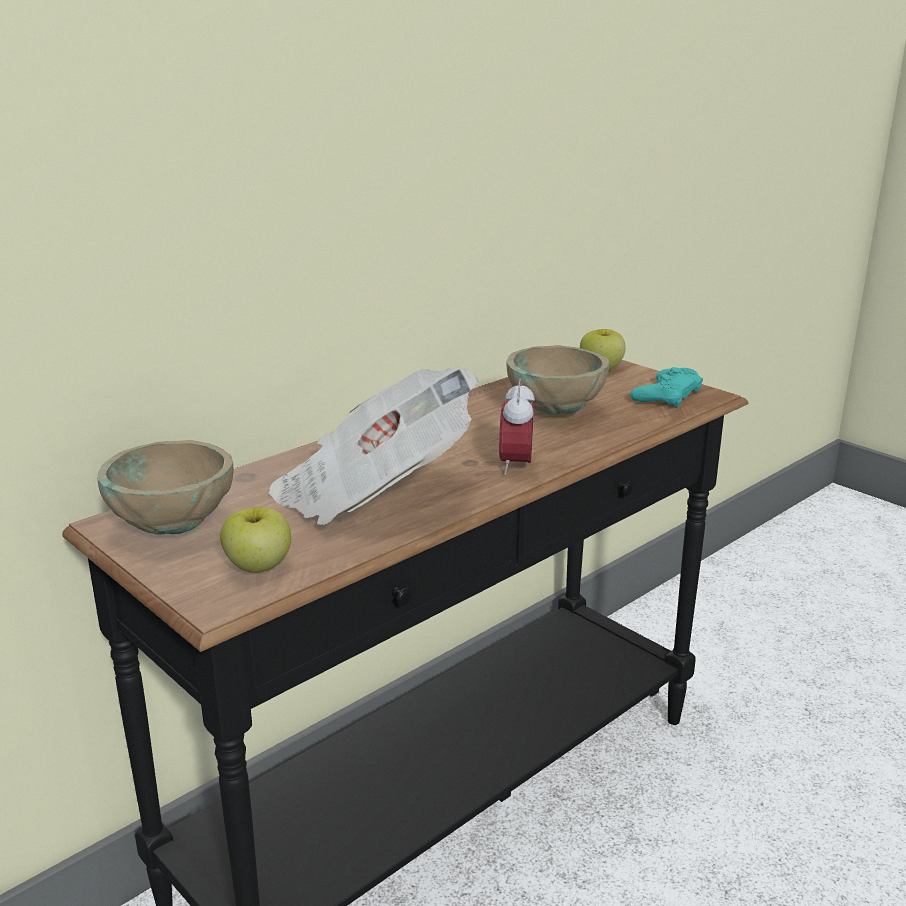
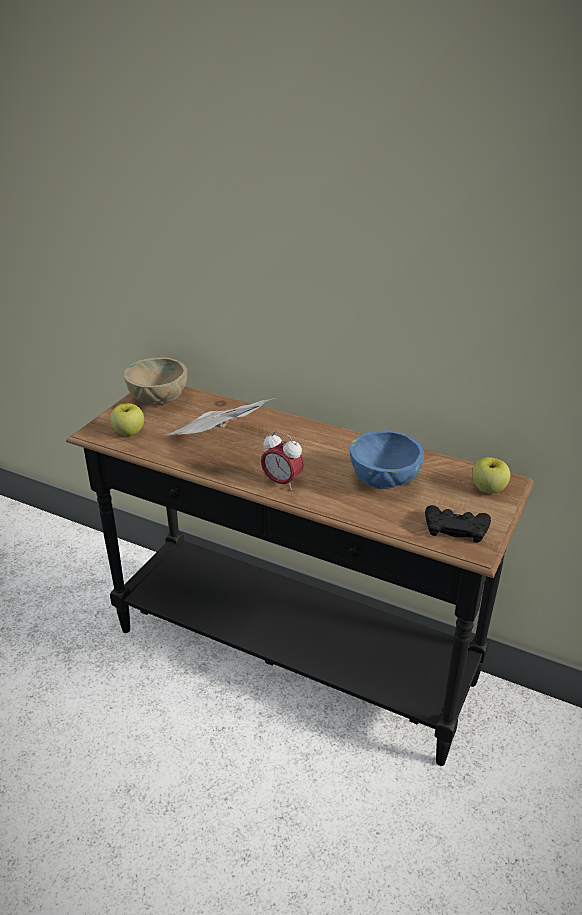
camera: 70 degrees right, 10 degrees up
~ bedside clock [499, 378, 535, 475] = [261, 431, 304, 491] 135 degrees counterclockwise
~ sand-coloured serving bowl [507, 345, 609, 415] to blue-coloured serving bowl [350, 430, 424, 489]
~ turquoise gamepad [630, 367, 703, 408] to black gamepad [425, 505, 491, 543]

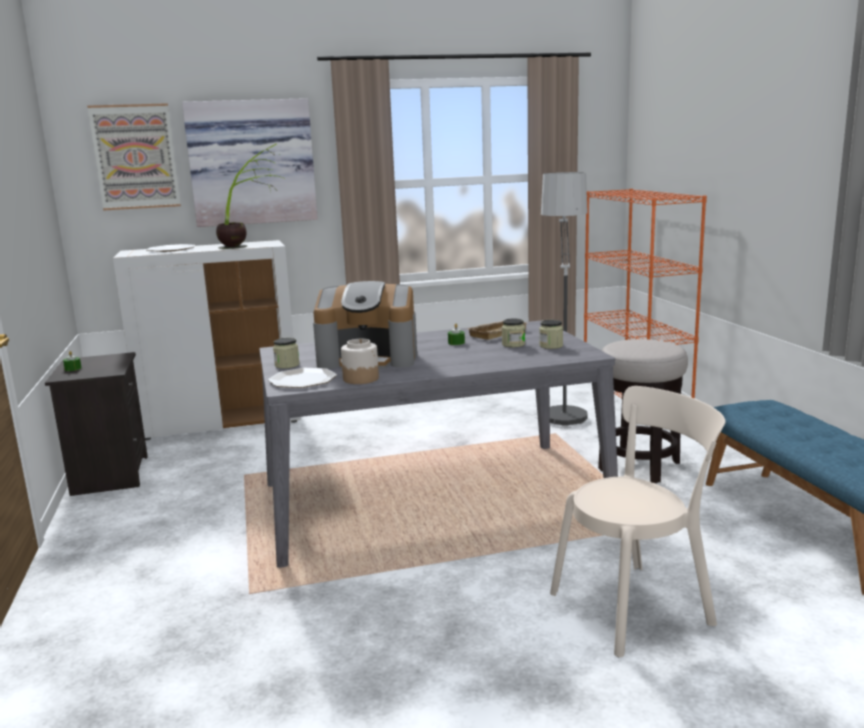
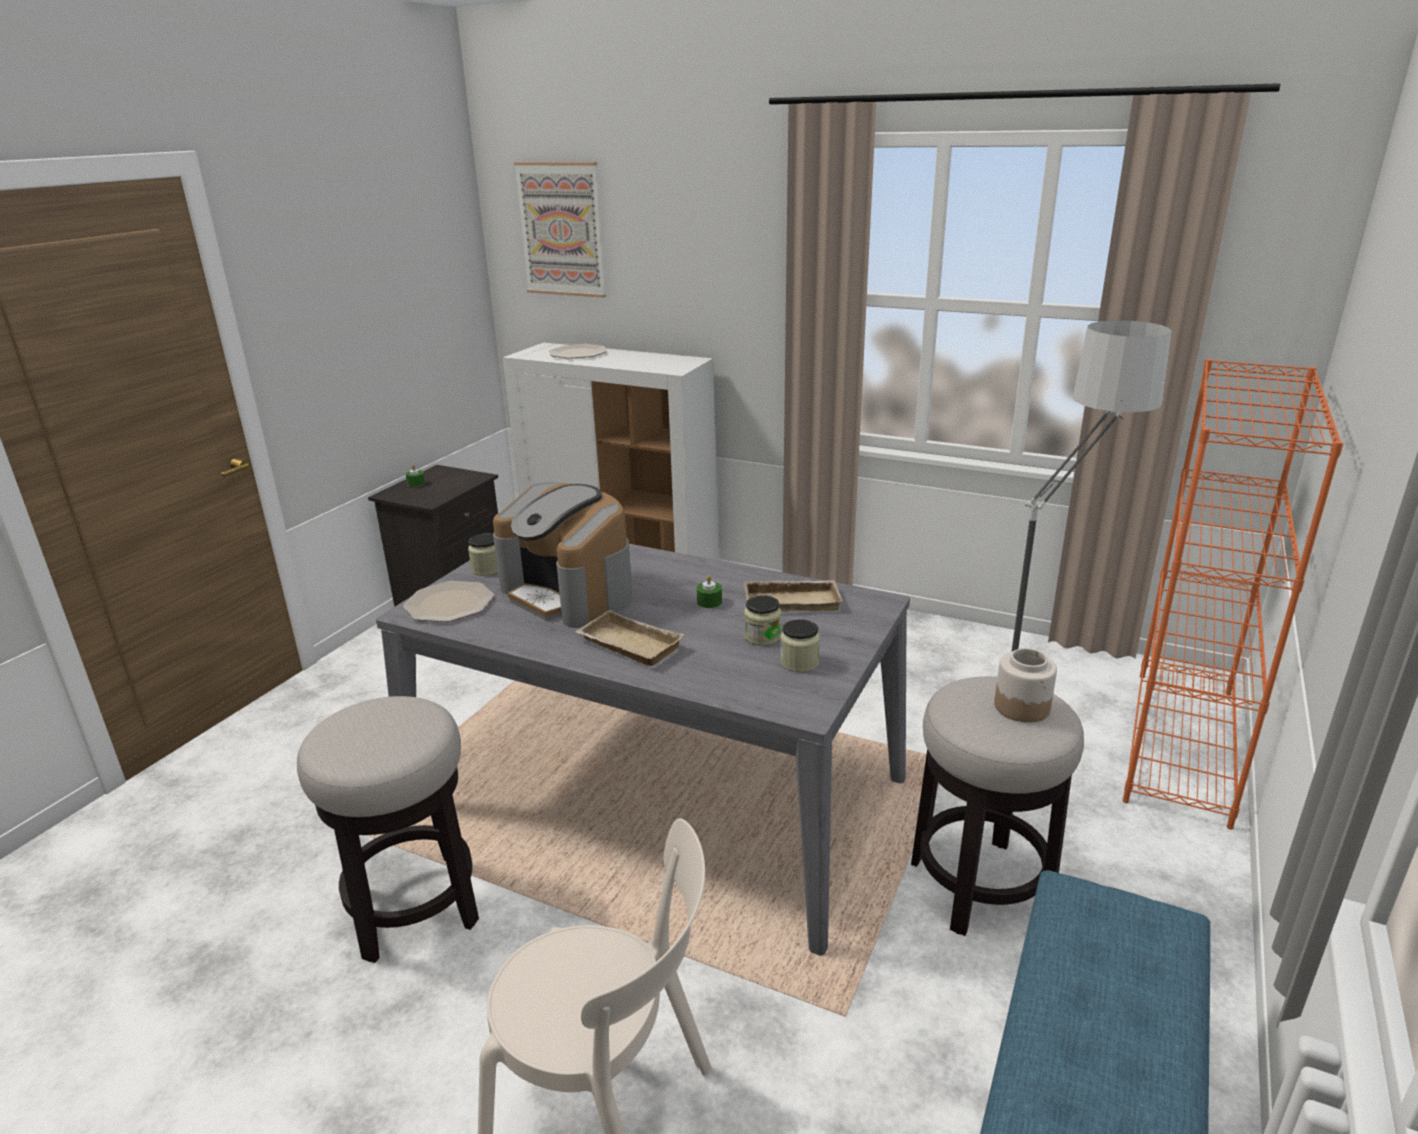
camera: 40 degrees right, 10 degrees up
- wall picture [182, 98, 318, 227]
- plant in a pot [216, 144, 286, 249]
~ jar [341, 339, 379, 384] to [994, 648, 1057, 723]
+ sitting stool [297, 696, 479, 963]
+ sand-coloured carrying tray [575, 610, 685, 666]

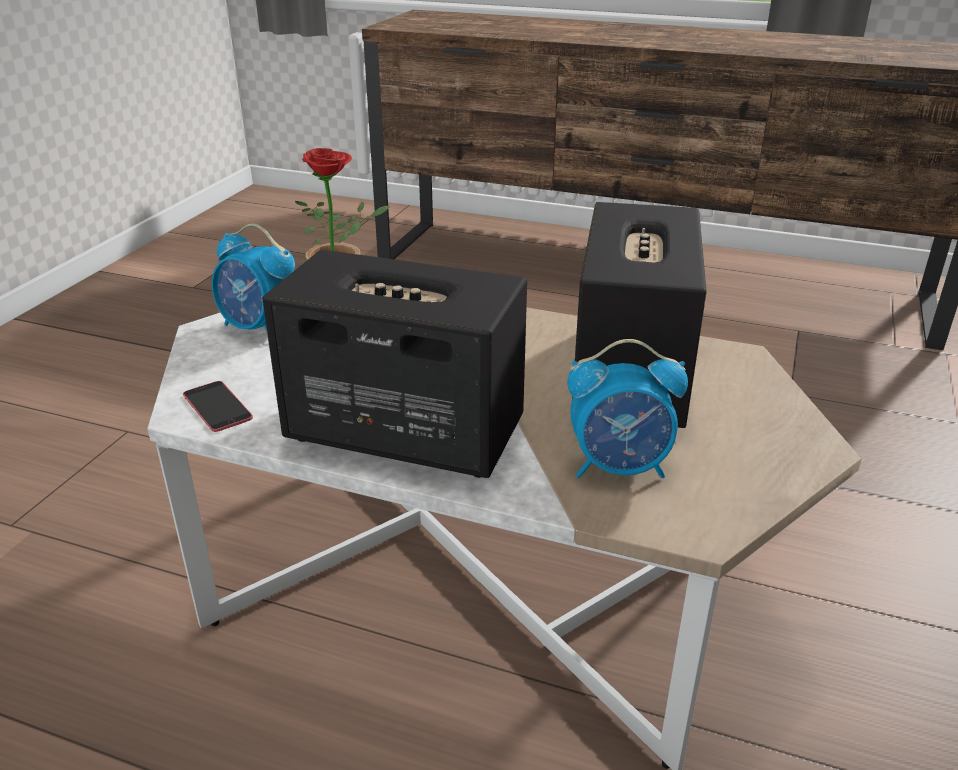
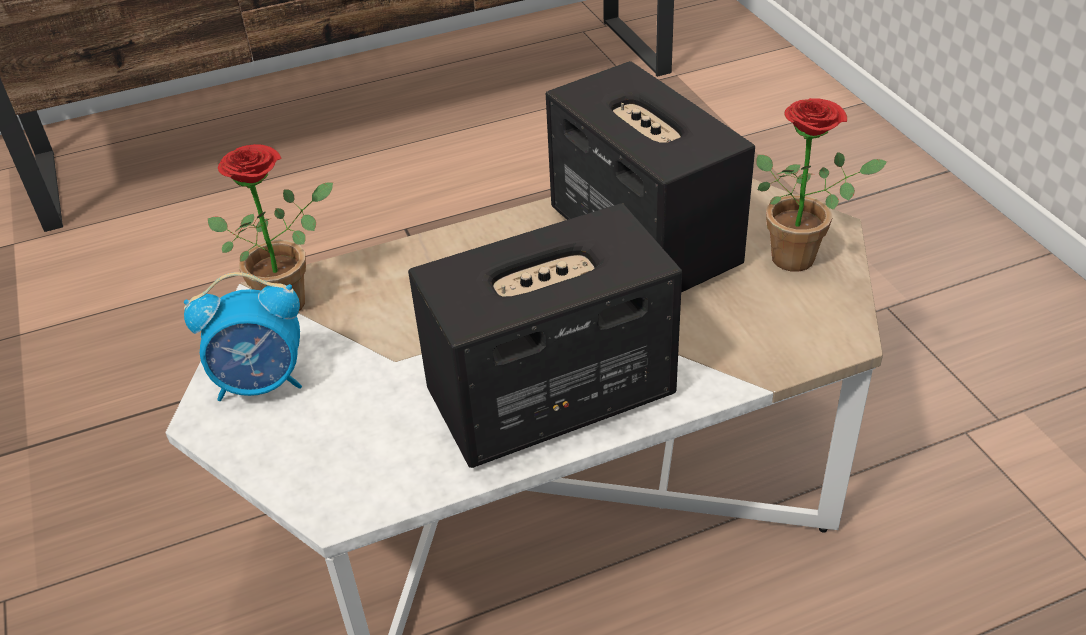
camera: 40 degrees left, 10 degrees up
- telephone [183, 381, 253, 432]
- bedside clock [567, 339, 688, 478]
+ plant in a pot [756, 98, 887, 272]

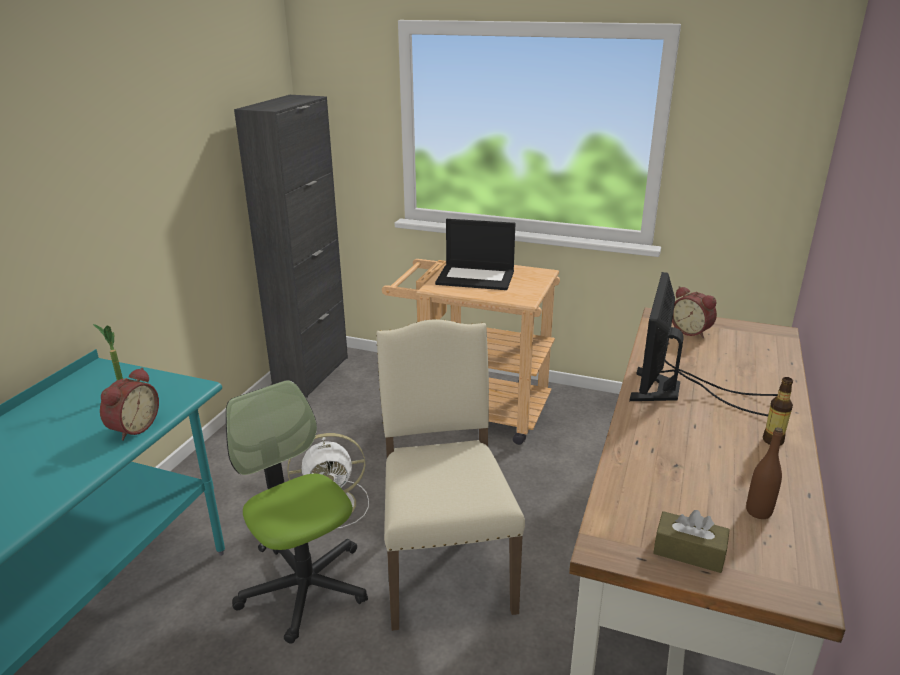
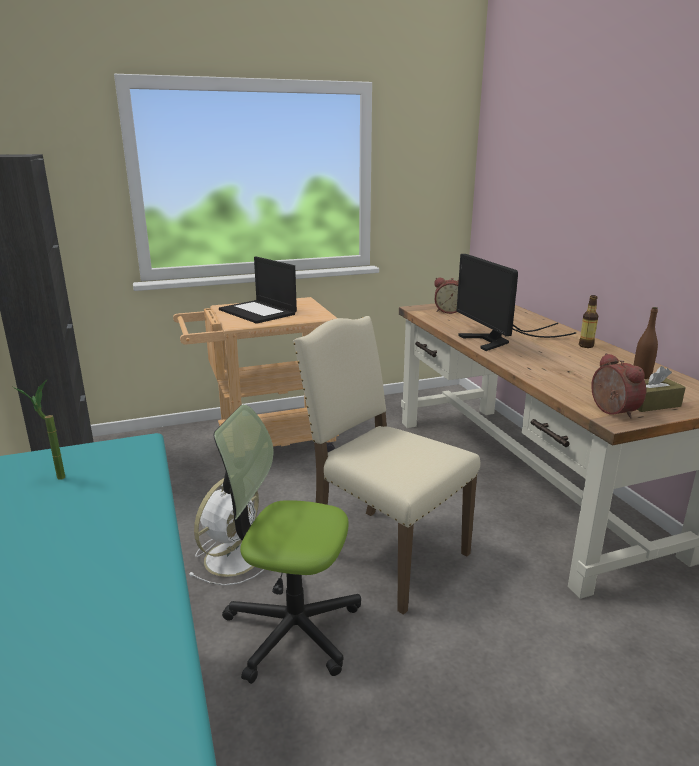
camera: 40 degrees left, 5 degrees down
~ bedside clock [100, 367, 159, 441] to [591, 353, 646, 419]
~ portable computer [435, 219, 515, 290] = [219, 256, 297, 324] 75 degrees clockwise

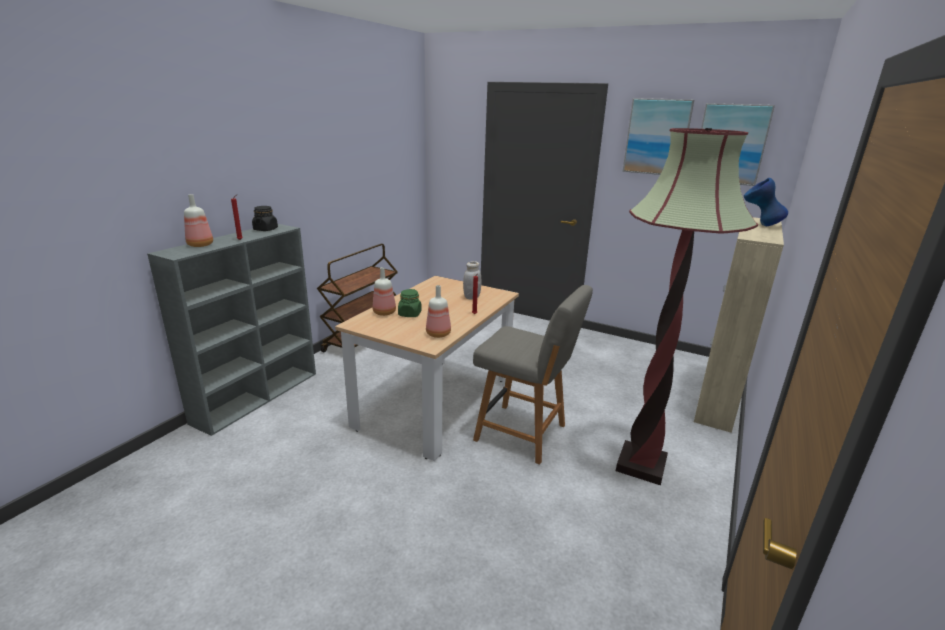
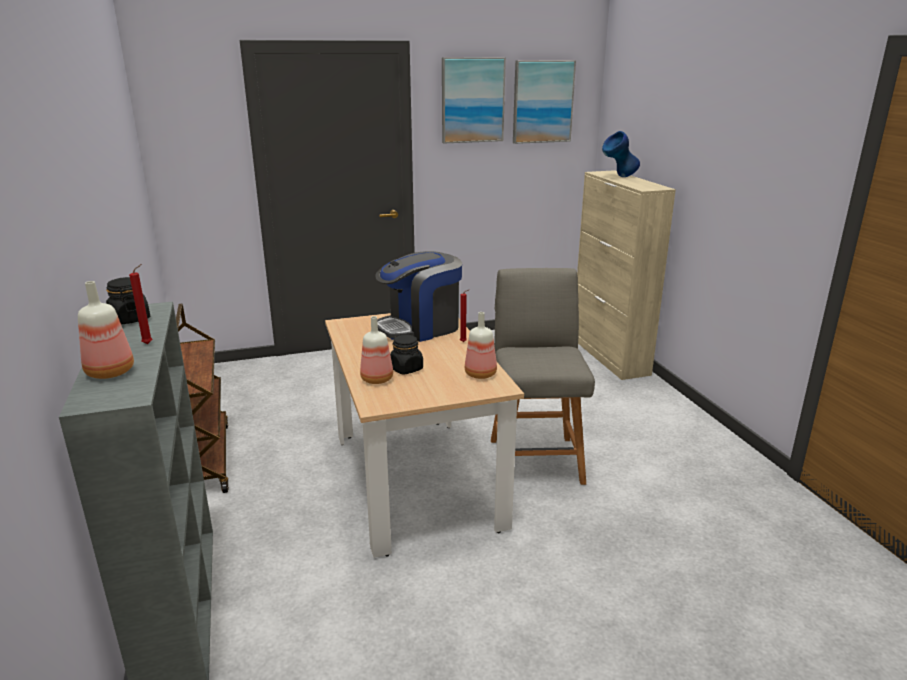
camera: 45 degrees left, 0 degrees up
~ green jar [398, 289, 422, 317] to black jar [390, 335, 423, 375]
~ white-coloured jar [463, 261, 481, 300] to coffee maker [375, 251, 462, 342]
~ gray upright chair [473, 285, 593, 465] = [491, 268, 595, 485] 75 degrees counterclockwise
- standing lamp [616, 128, 758, 485]

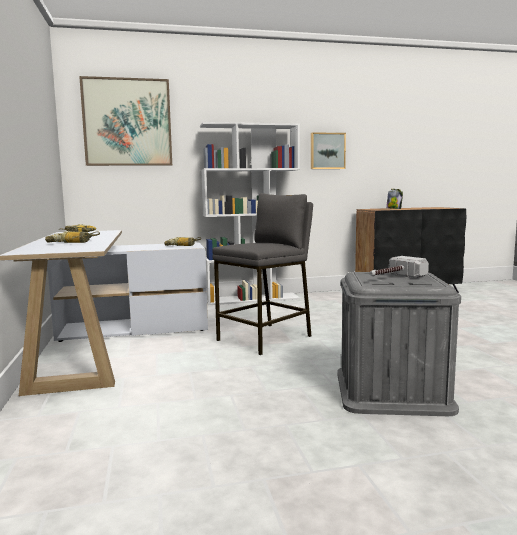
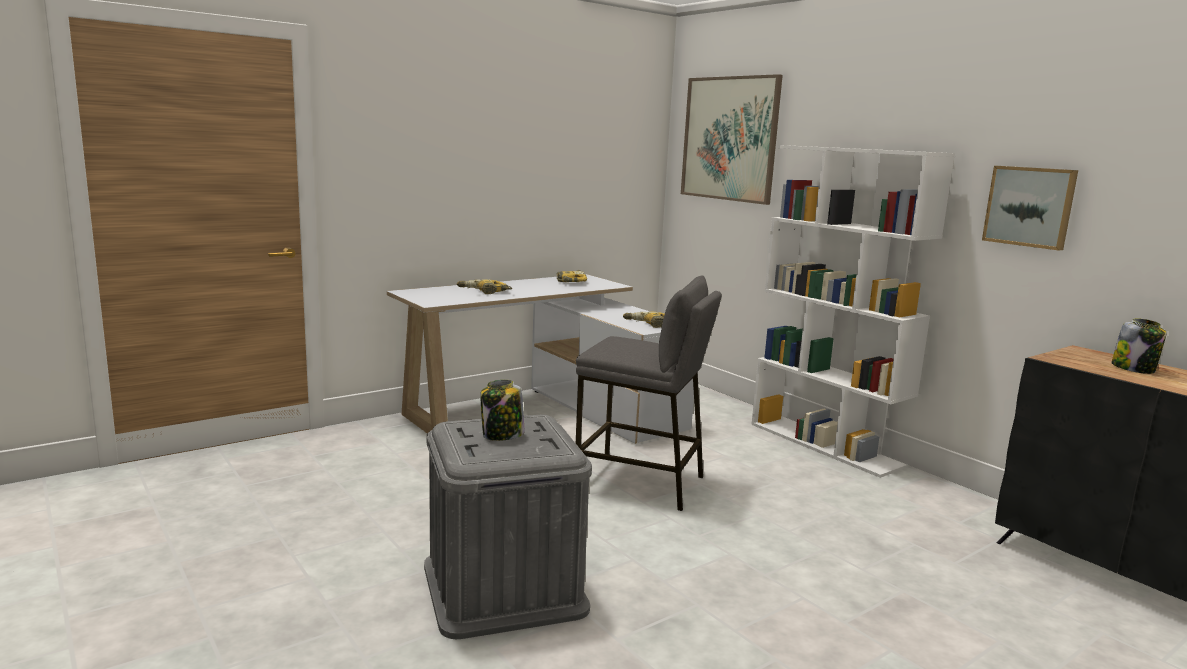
camera: 65 degrees right, 5 degrees up
~ hand hammer [369, 256, 429, 278] to jar [480, 380, 525, 441]

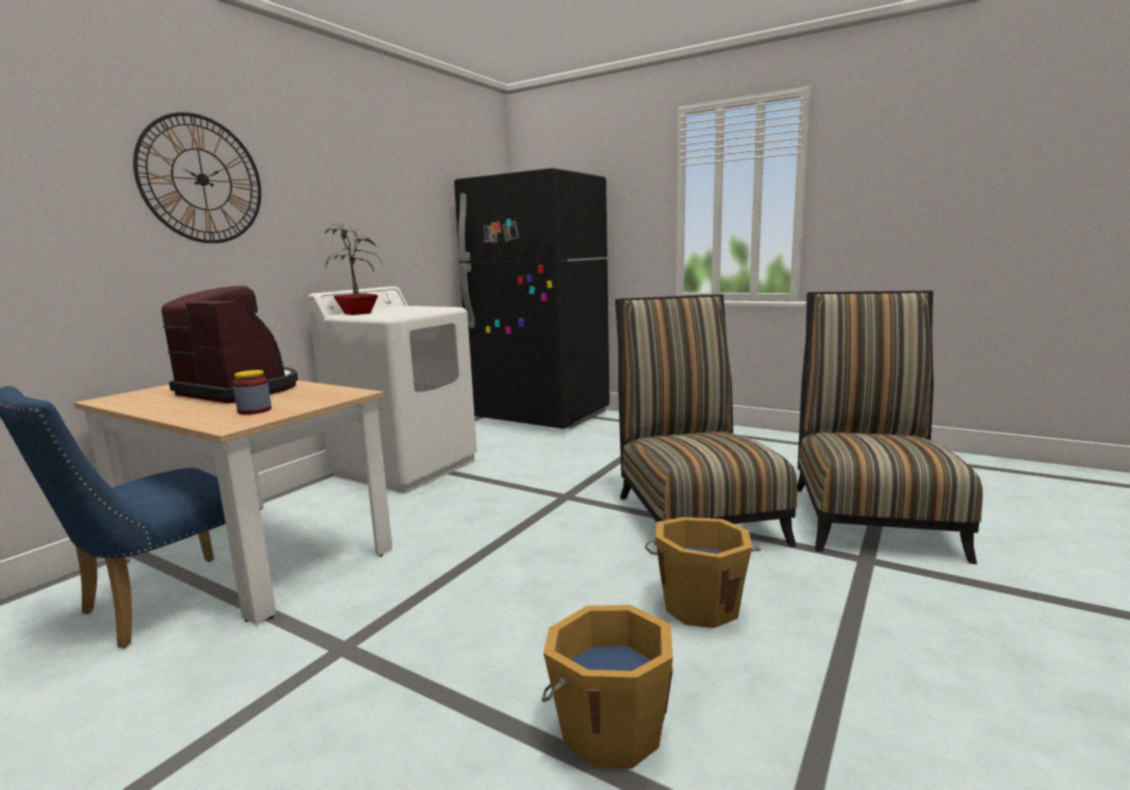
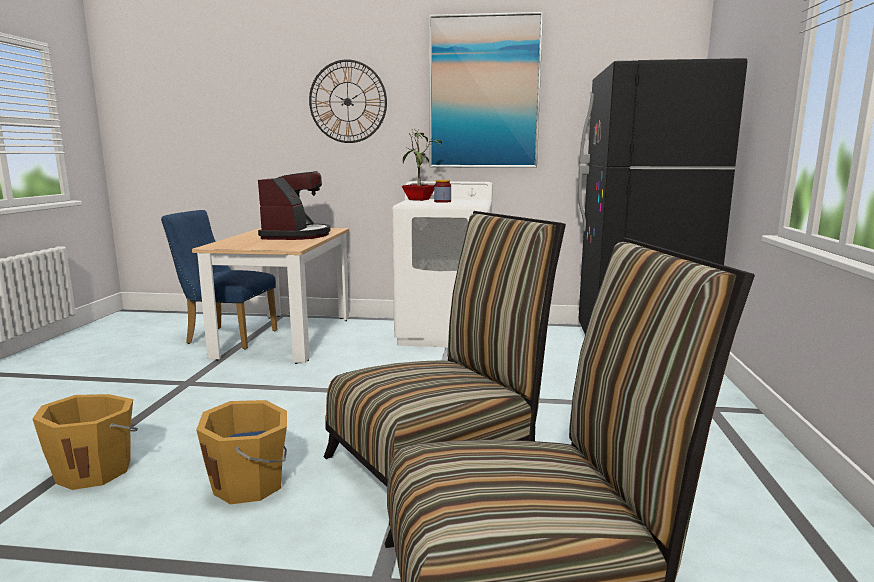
camera: 65 degrees right, 0 degrees up
~ jar [233, 370, 272, 415] to [434, 180, 451, 203]
+ wall picture [429, 12, 543, 168]

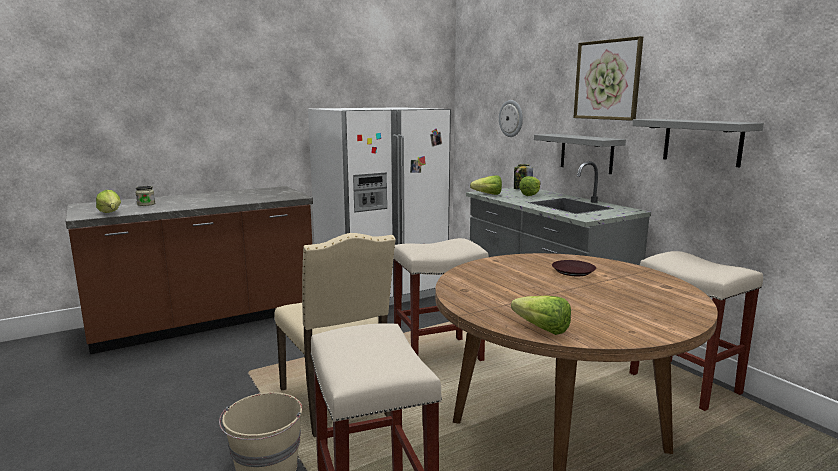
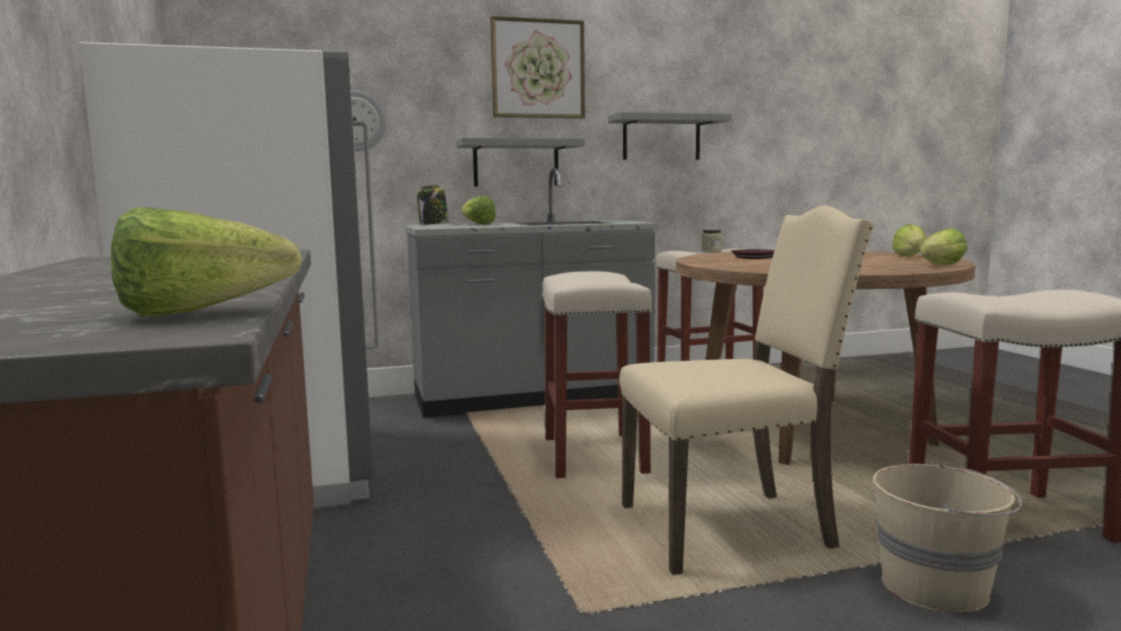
camera: 75 degrees left, 5 degrees down
~ jar [135, 186, 155, 206] to [701, 230, 722, 252]
~ lettuce head [470, 175, 502, 195] to [892, 224, 926, 256]

